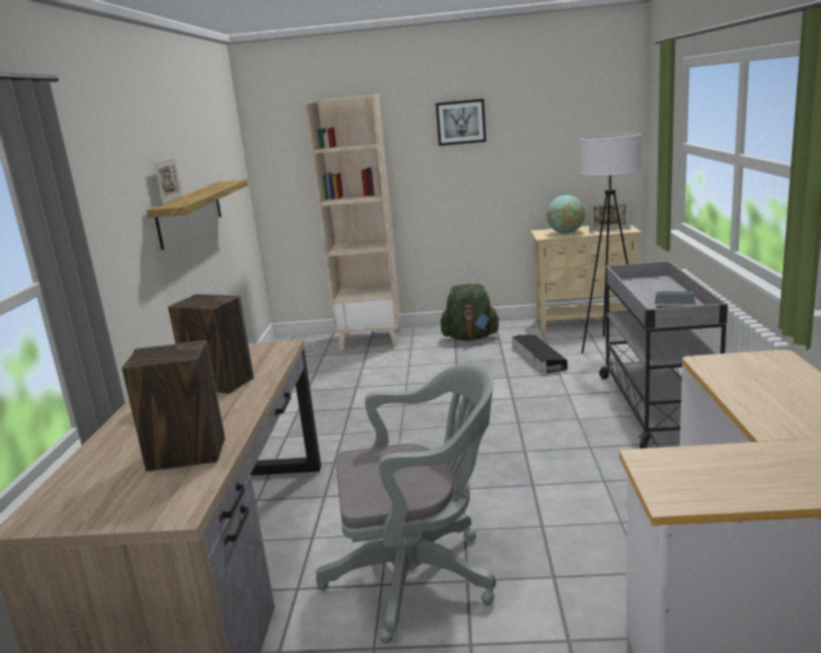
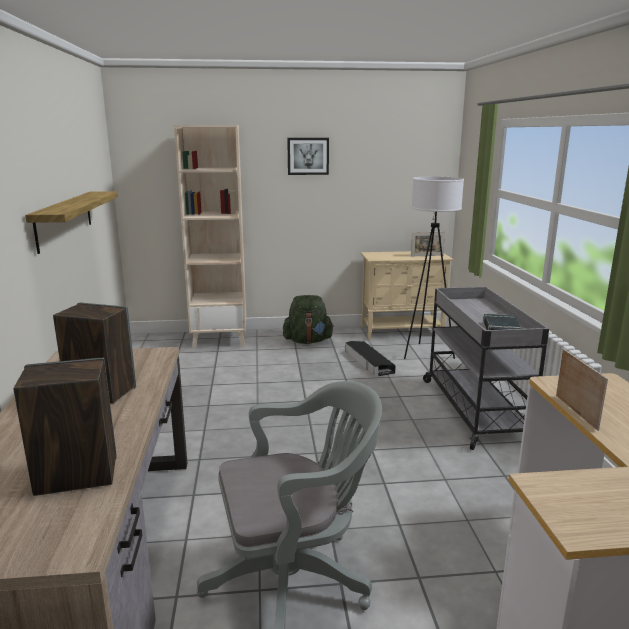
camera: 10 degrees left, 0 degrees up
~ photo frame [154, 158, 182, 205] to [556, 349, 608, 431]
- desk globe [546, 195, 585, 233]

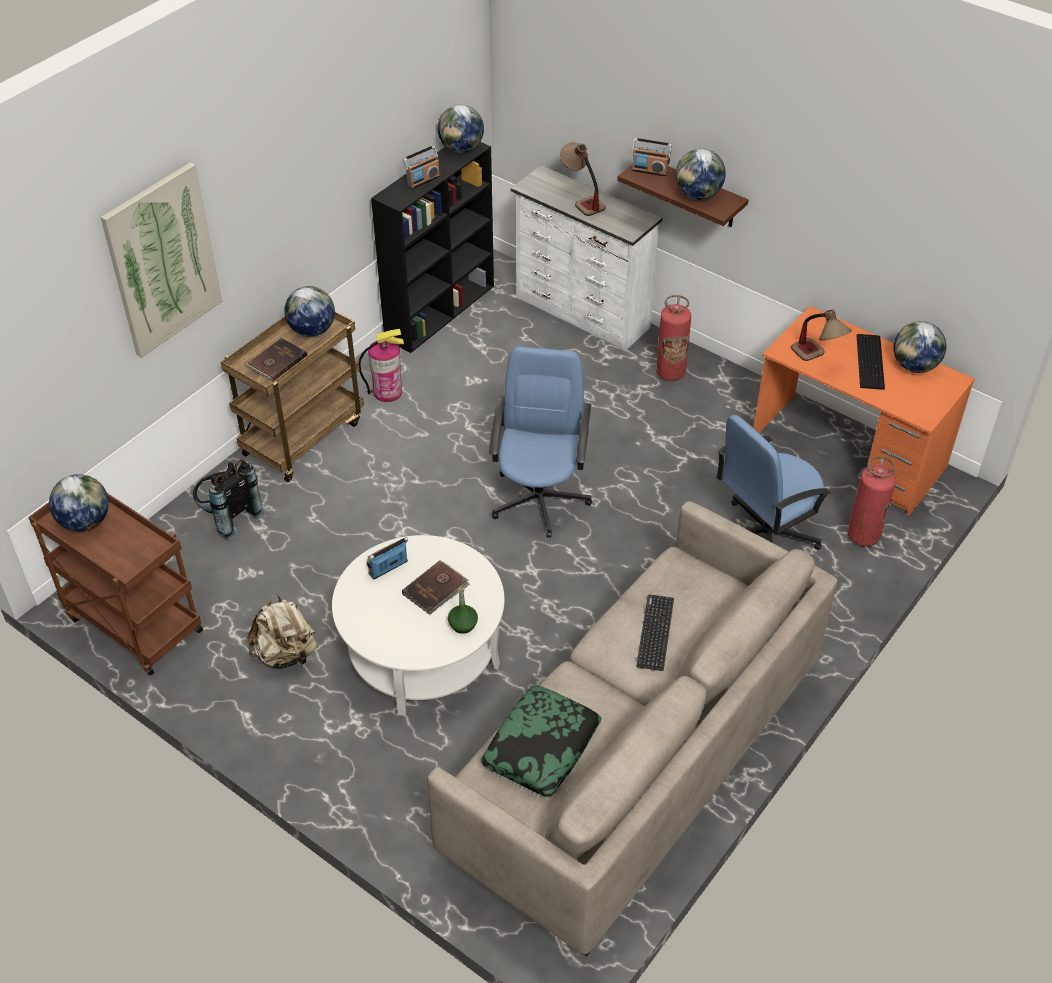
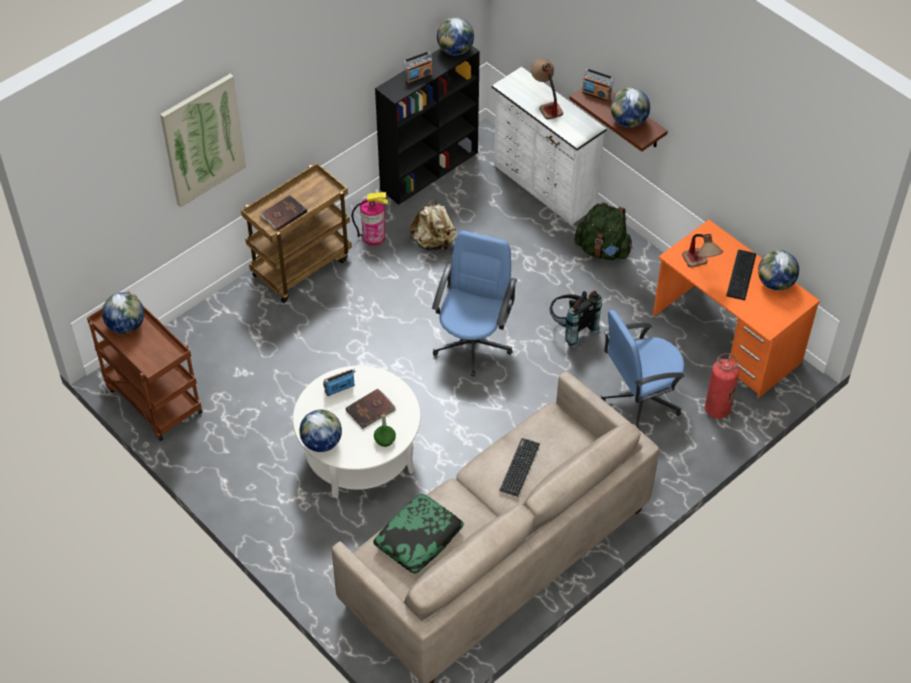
camera: 10 degrees right, 5 degrees up
~ black rucksack [193, 459, 265, 540] to [550, 291, 602, 348]
~ sand-coloured rucksack [247, 594, 317, 668] to [410, 199, 456, 250]
~ desk globe [284, 286, 335, 337] to [299, 410, 342, 452]
~ extinguisher [656, 295, 691, 381] to green rucksack [574, 202, 633, 260]

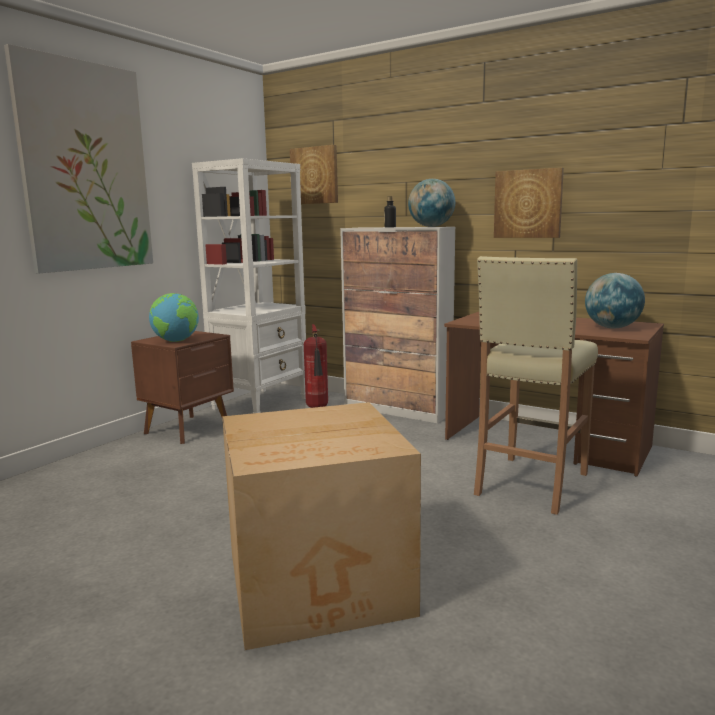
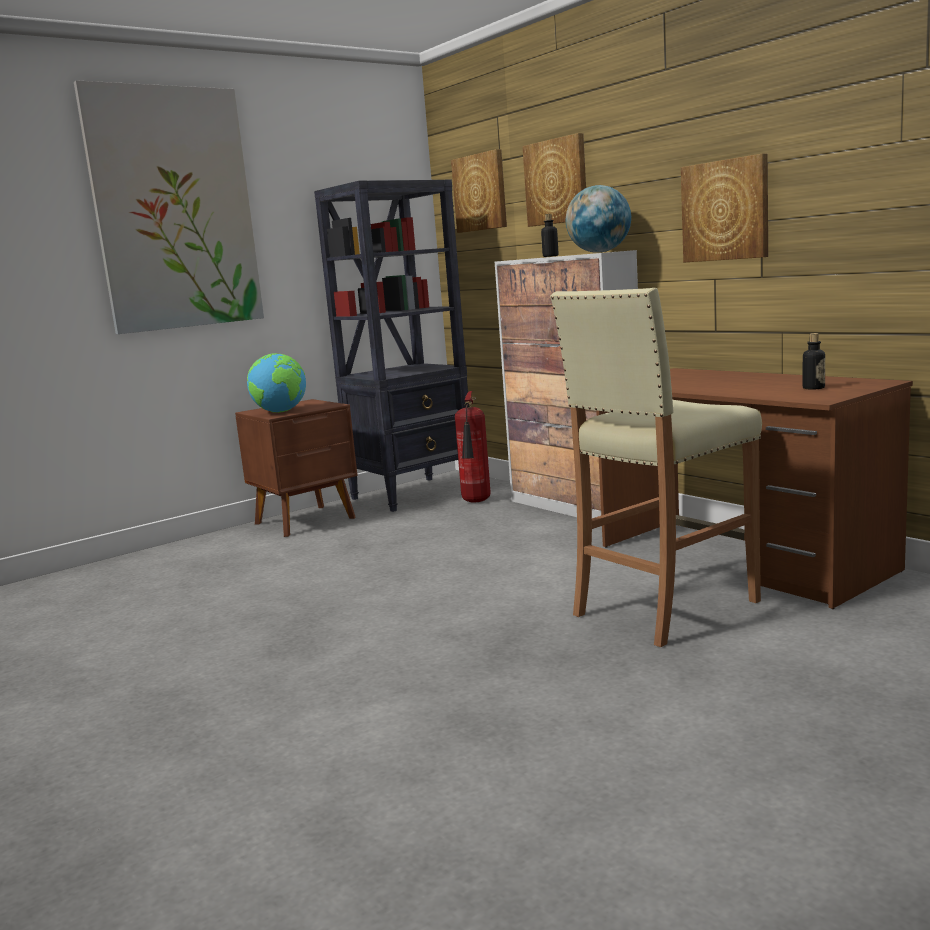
camera: 20 degrees right, 0 degrees up
~ white-coloured bookcase [192, 158, 306, 413] to black bookcase [314, 180, 468, 512]
- cardboard box [222, 402, 421, 650]
~ desk globe [585, 273, 645, 328] to drink bottle [803, 333, 825, 390]
+ wall picture [522, 133, 586, 227]

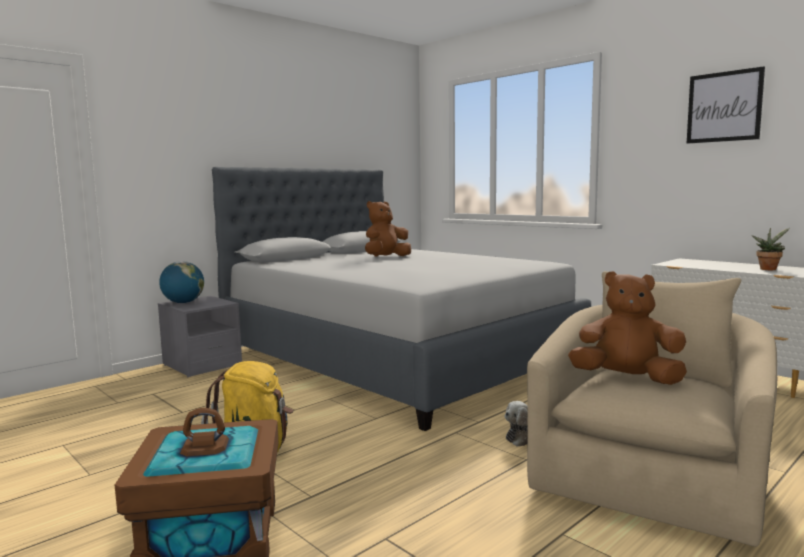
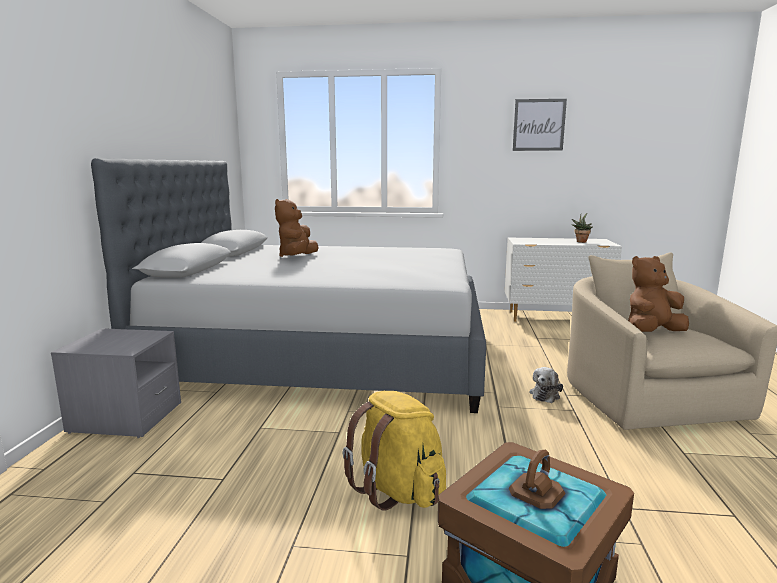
camera: 40 degrees left, 5 degrees up
- desk globe [159, 261, 204, 303]

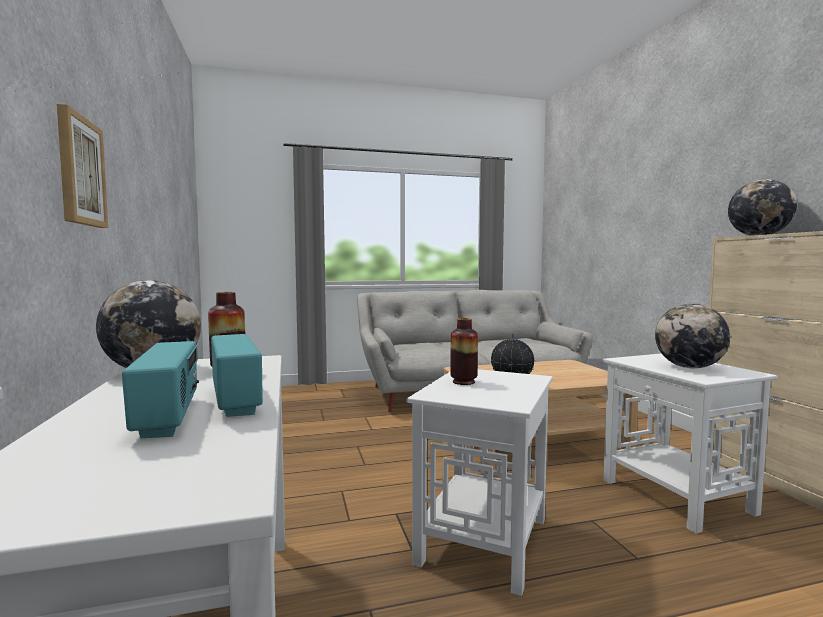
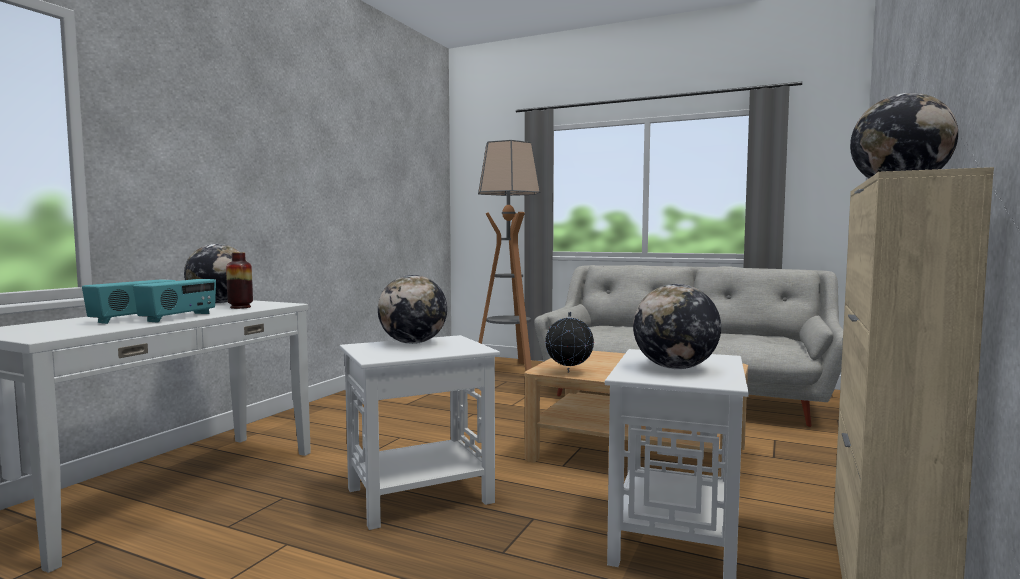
camera: 40 degrees right, 0 degrees up
- wall picture [57, 104, 108, 228]
~ decorative vase [450, 318, 478, 385] to desk globe [378, 275, 447, 344]
+ standing lamp [478, 140, 540, 371]

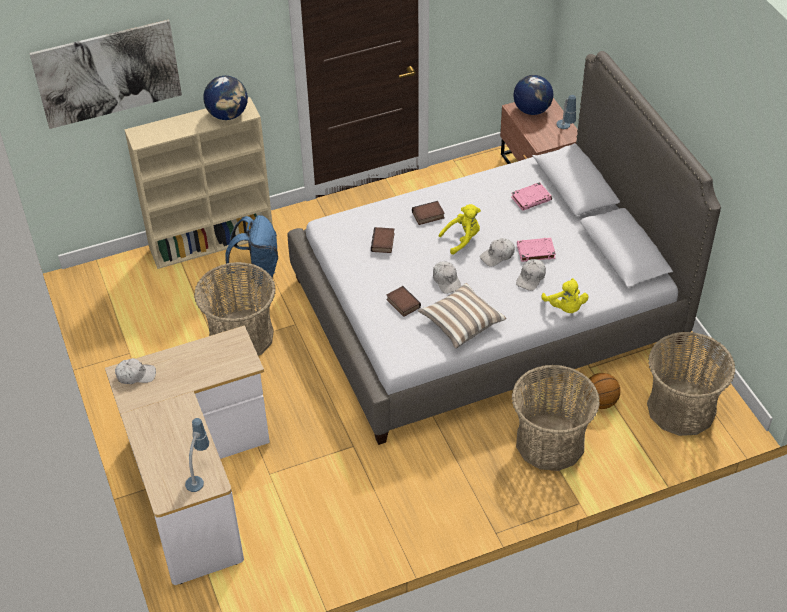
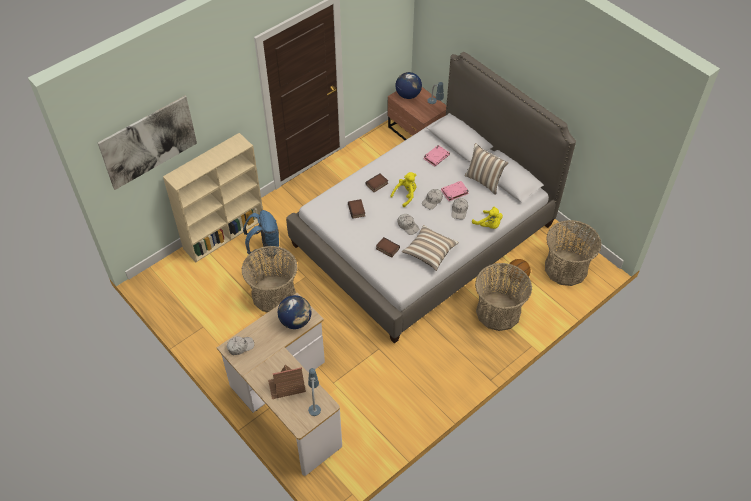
camera: 20 degrees left, 5 degrees up
~ desk globe [203, 76, 248, 120] to [278, 295, 312, 329]
+ model house [268, 365, 306, 399]
+ cushion [465, 143, 508, 195]

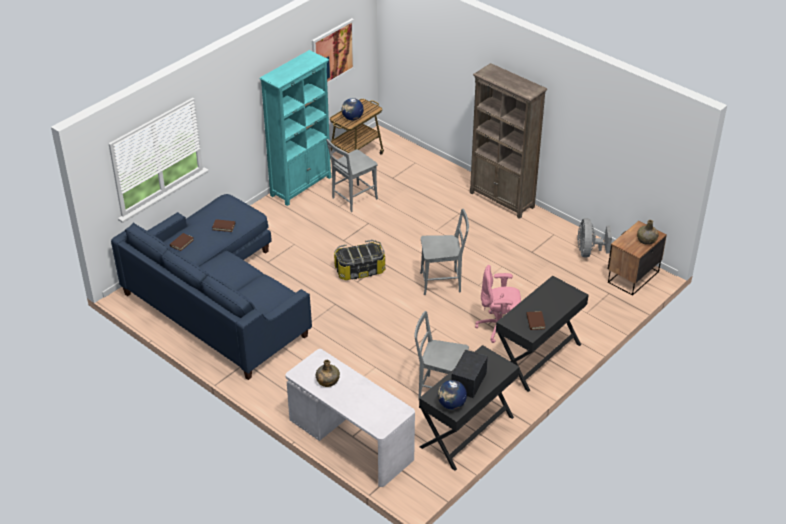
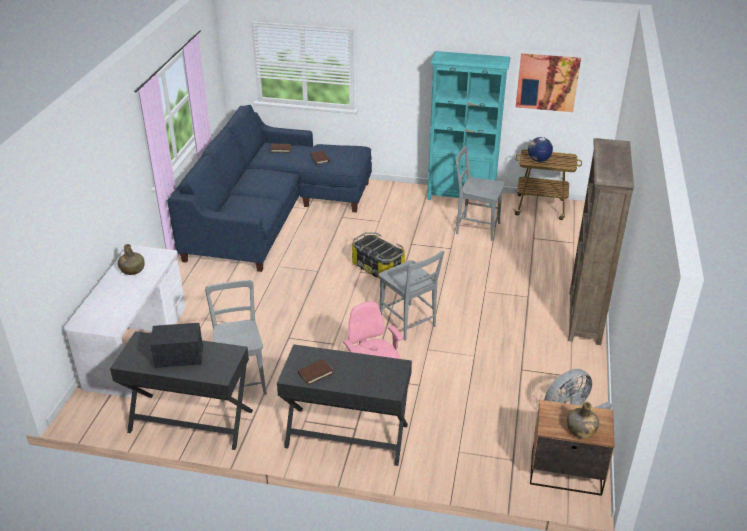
camera: 60 degrees right, 5 degrees down
- desk globe [438, 380, 467, 410]

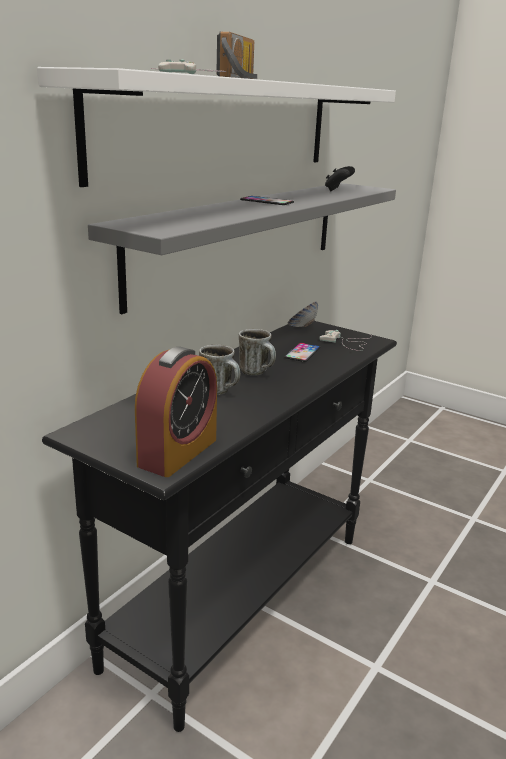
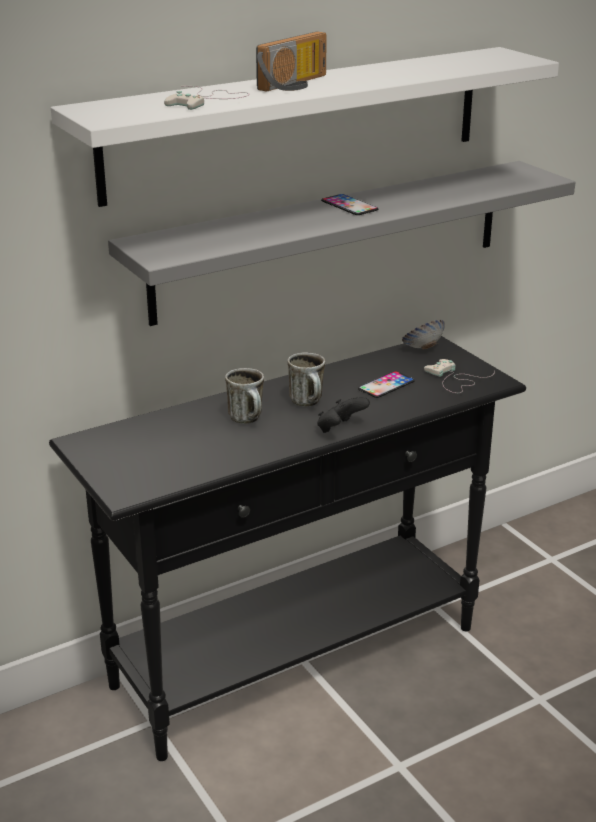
camera: 25 degrees right, 5 degrees up
- bedside clock [135, 347, 217, 477]
~ black gamepad [325, 166, 355, 192] to [317, 396, 370, 433]

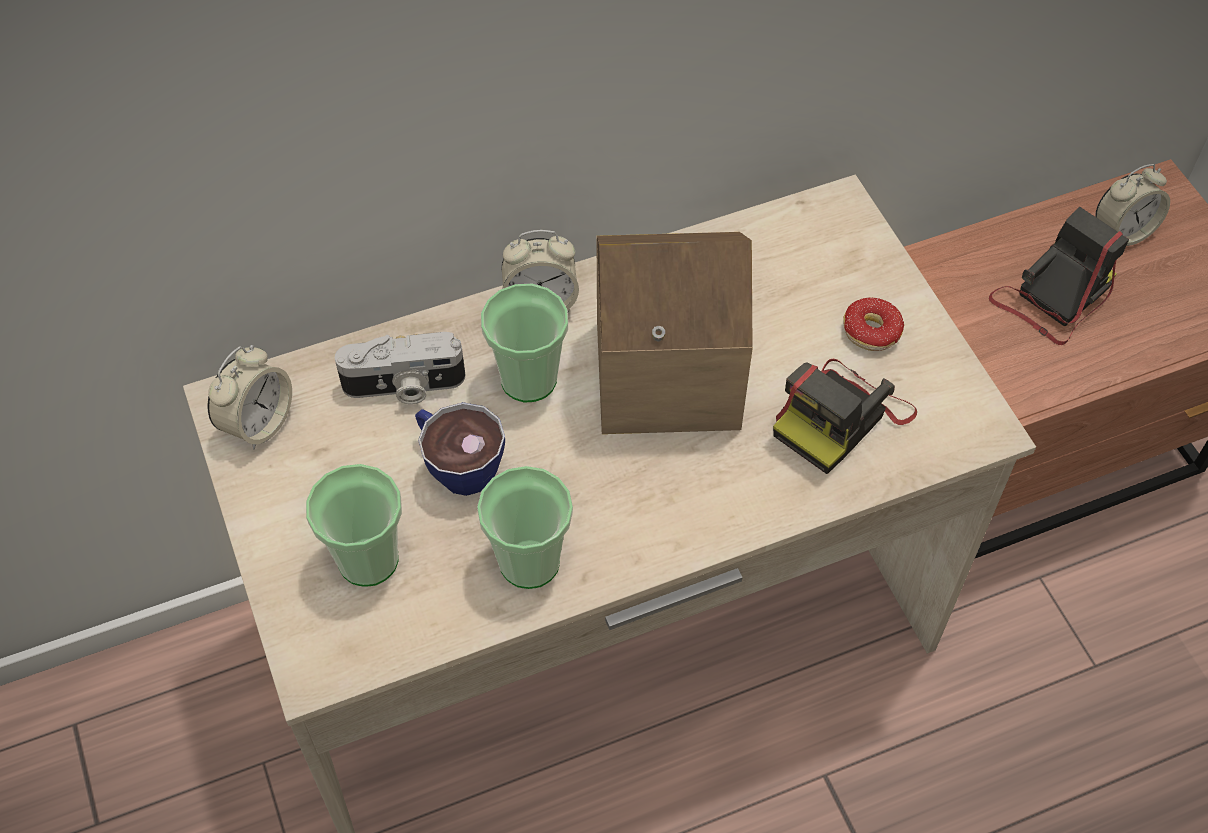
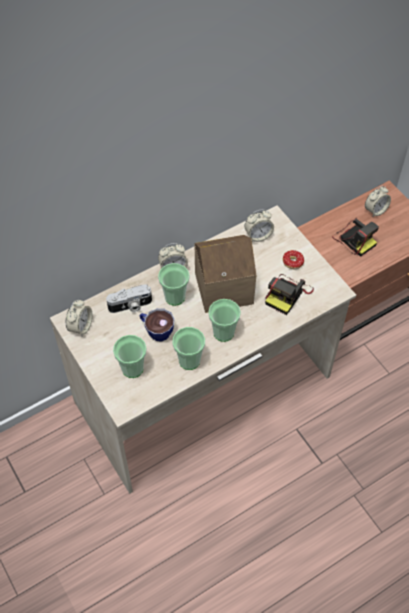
camera: 10 degrees left, 0 degrees up
~ still camera [989, 207, 1129, 345] = [332, 218, 379, 257] 105 degrees clockwise
+ cup [208, 299, 241, 342]
+ bedside clock [244, 209, 274, 242]

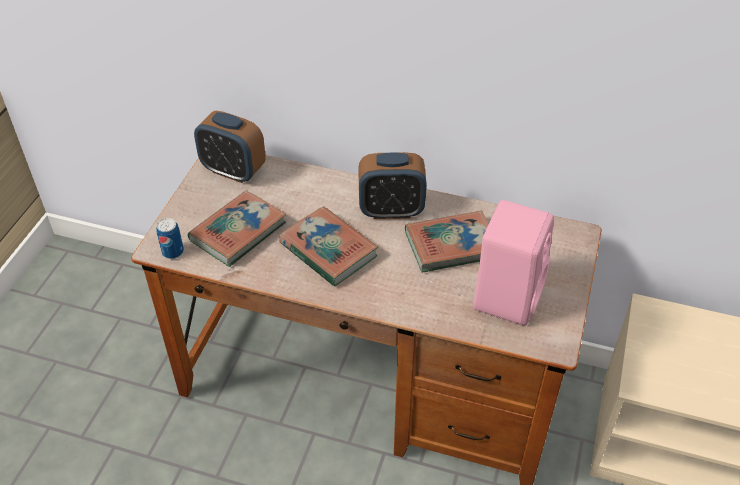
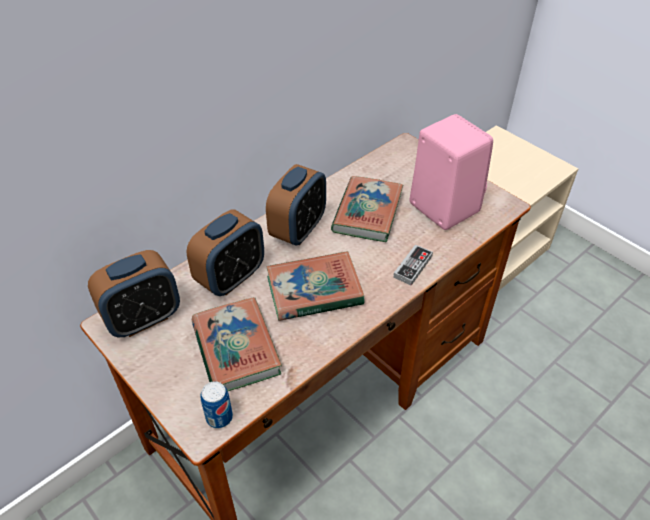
camera: 60 degrees left, 0 degrees up
+ bedside clock [187, 209, 264, 296]
+ gamepad [393, 245, 433, 285]

